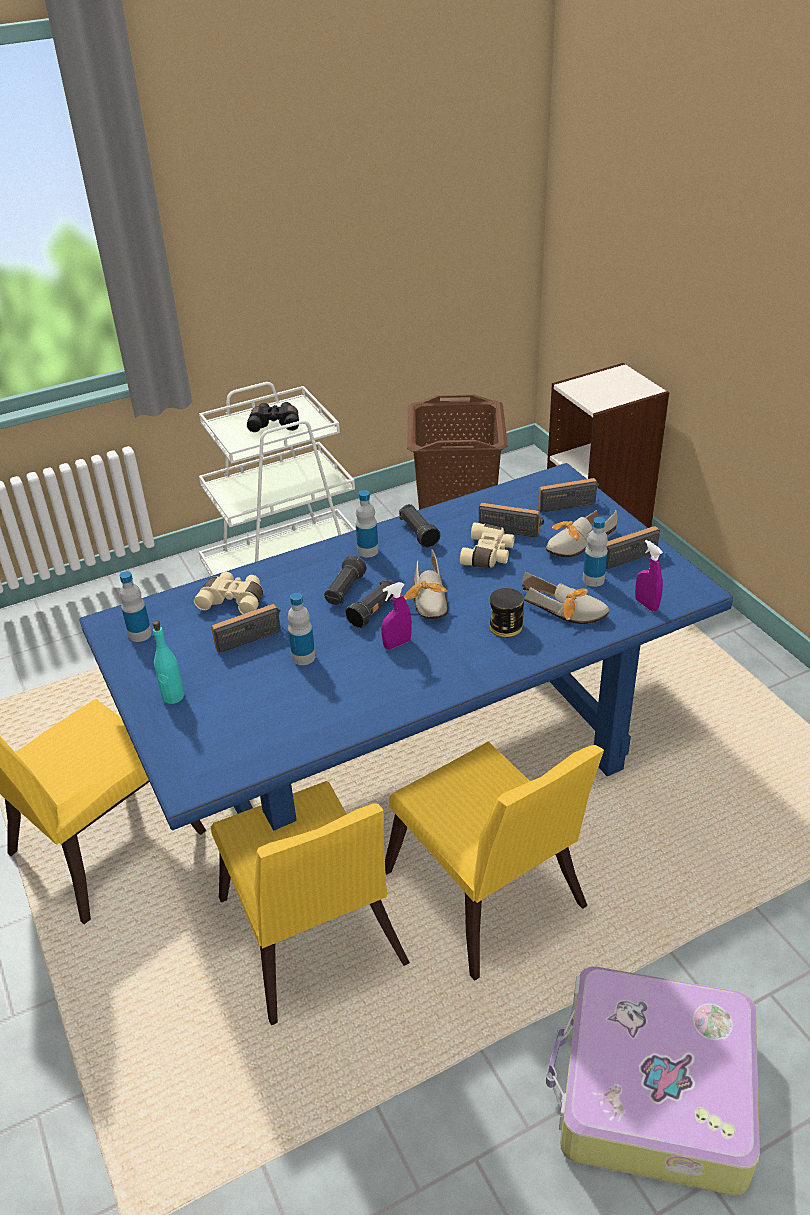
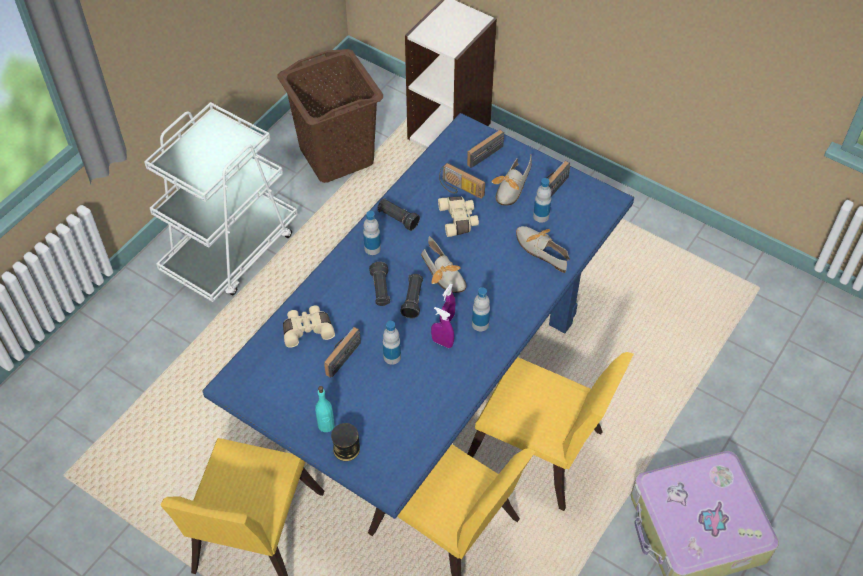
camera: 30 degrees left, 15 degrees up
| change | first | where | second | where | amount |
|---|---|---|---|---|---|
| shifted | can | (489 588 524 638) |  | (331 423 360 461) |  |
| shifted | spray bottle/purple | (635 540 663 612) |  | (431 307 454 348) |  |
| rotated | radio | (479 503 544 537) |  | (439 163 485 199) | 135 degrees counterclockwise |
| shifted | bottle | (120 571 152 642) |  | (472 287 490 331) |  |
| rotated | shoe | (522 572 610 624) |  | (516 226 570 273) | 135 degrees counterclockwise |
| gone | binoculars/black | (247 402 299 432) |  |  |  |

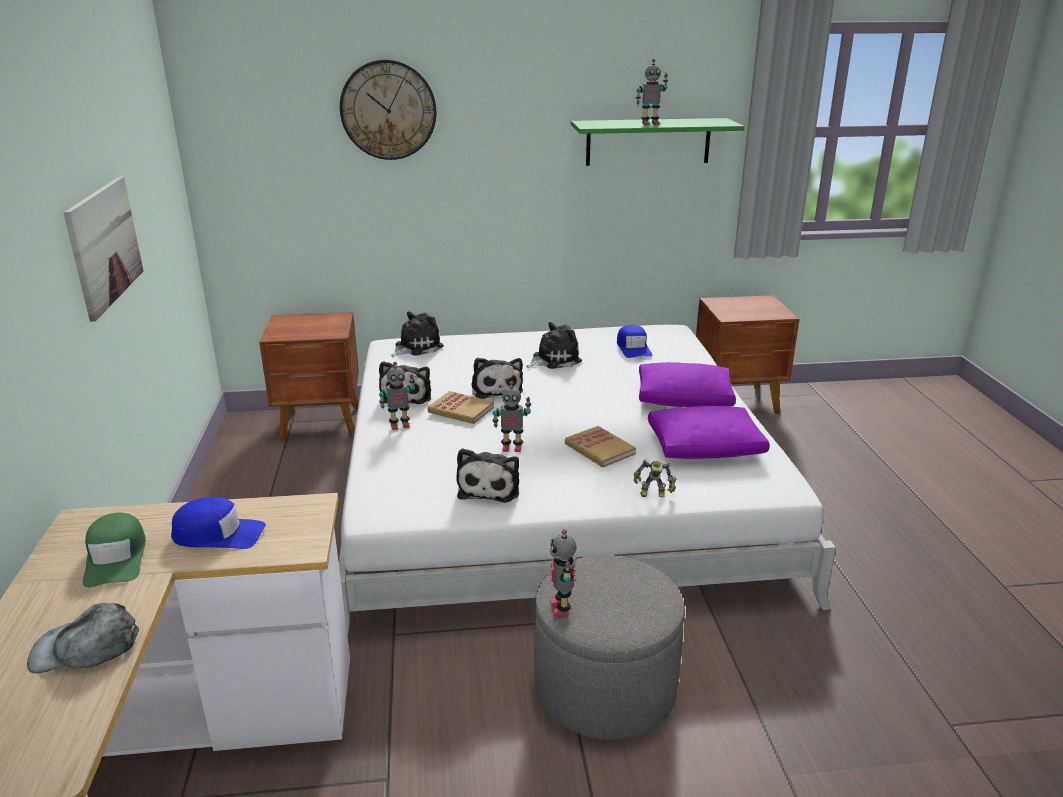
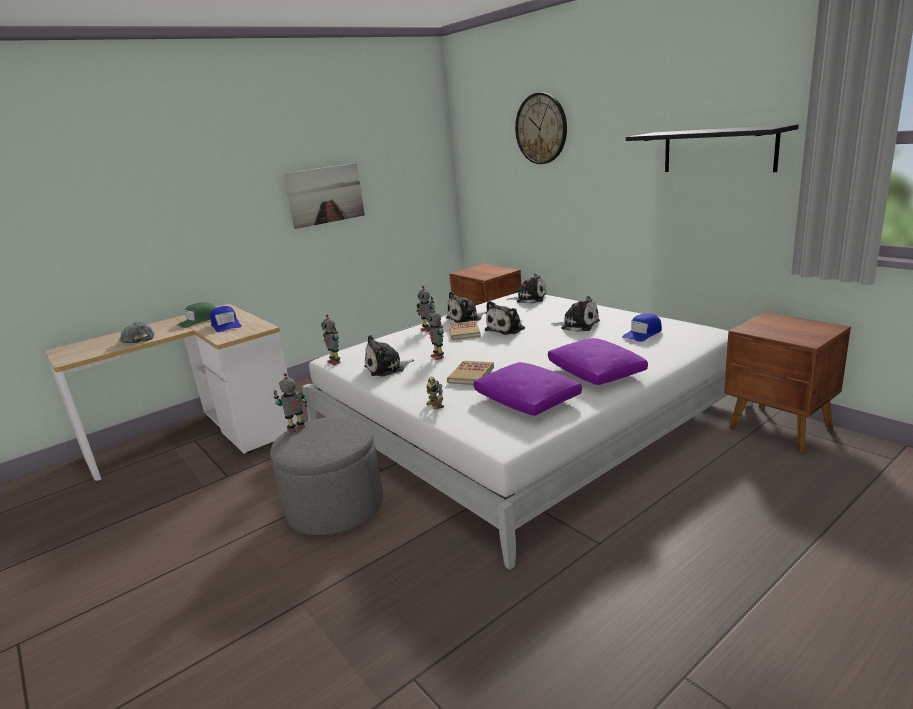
camera: 60 degrees right, 5 degrees down
| change | first | where | second | where | amount |
|---|---|---|---|---|---|
| shifted | toy robot | (636 59 668 125) |  | (321 314 340 365) |  |
| repainted | shelf/green | (571 118 745 166) | shelf/black | (626 124 799 172) |  |

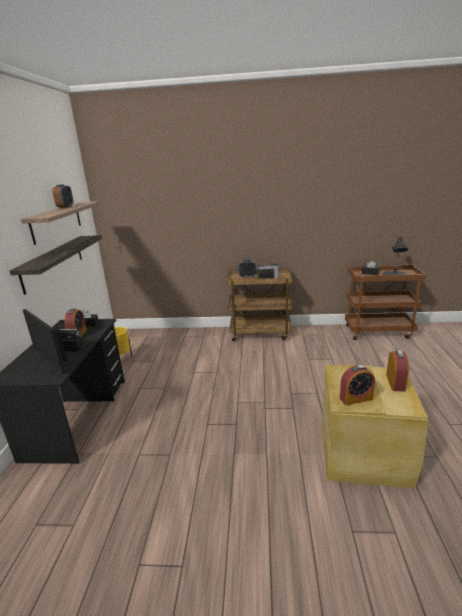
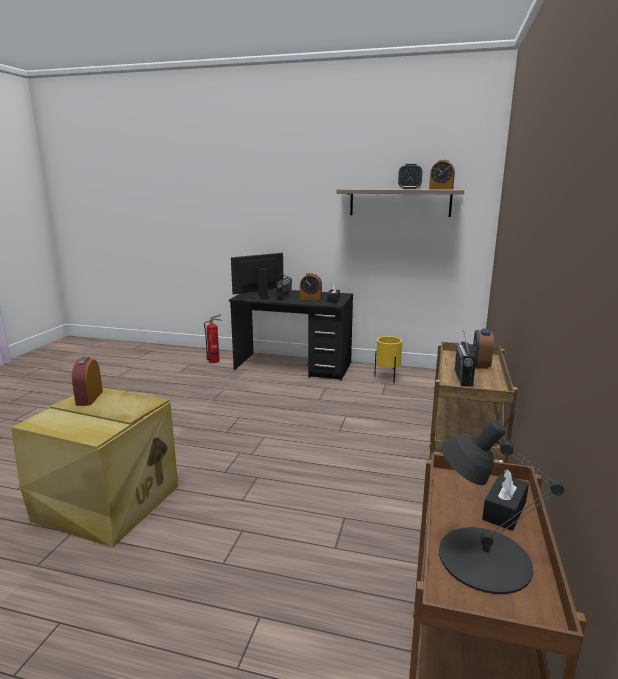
camera: 100 degrees right, 5 degrees down
| change | first | where | second | where | amount |
|---|---|---|---|---|---|
| new |  |  | fire extinguisher | (204 314 222 363) |  |
| shifted | alarm clock | (386 350 409 392) |  | (429 159 455 190) |  |
| gone | shelf | (10 235 102 295) |  |  |  |

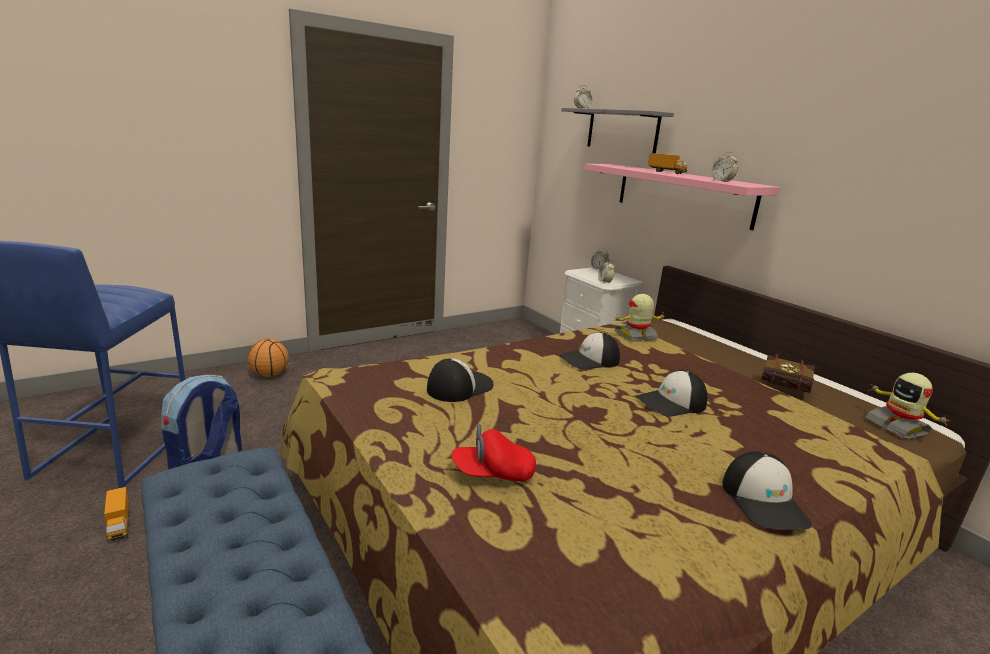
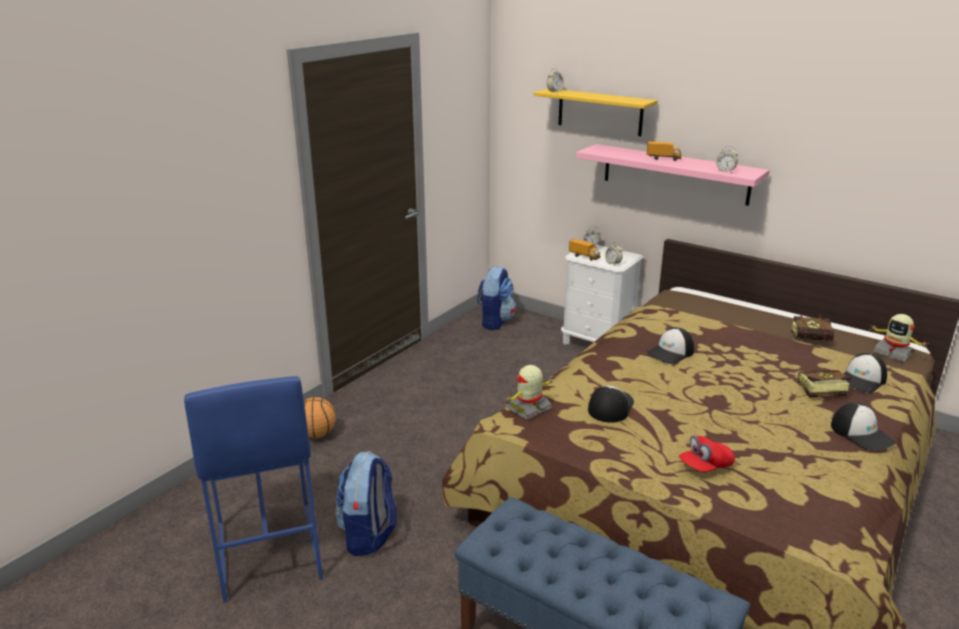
camera: 20 degrees left, 5 degrees up
| change | first | where | second | where | amount |
|---|---|---|---|---|---|
| new |  |  | backpack | (477 266 516 330) |  |
| shifted | toy robot | (614 294 667 342) |  | (504 365 555 420) |  |
| repainted | shelf/grey | (561 108 674 153) | shelf/yellow | (534 89 658 136) |  |
| shifted | toy truck | (104 487 129 542) |  | (569 239 601 261) |  |
| new |  |  | book | (795 370 851 398) |  |
| shifted | cap | (637 370 708 417) |  | (844 353 887 393) |  |

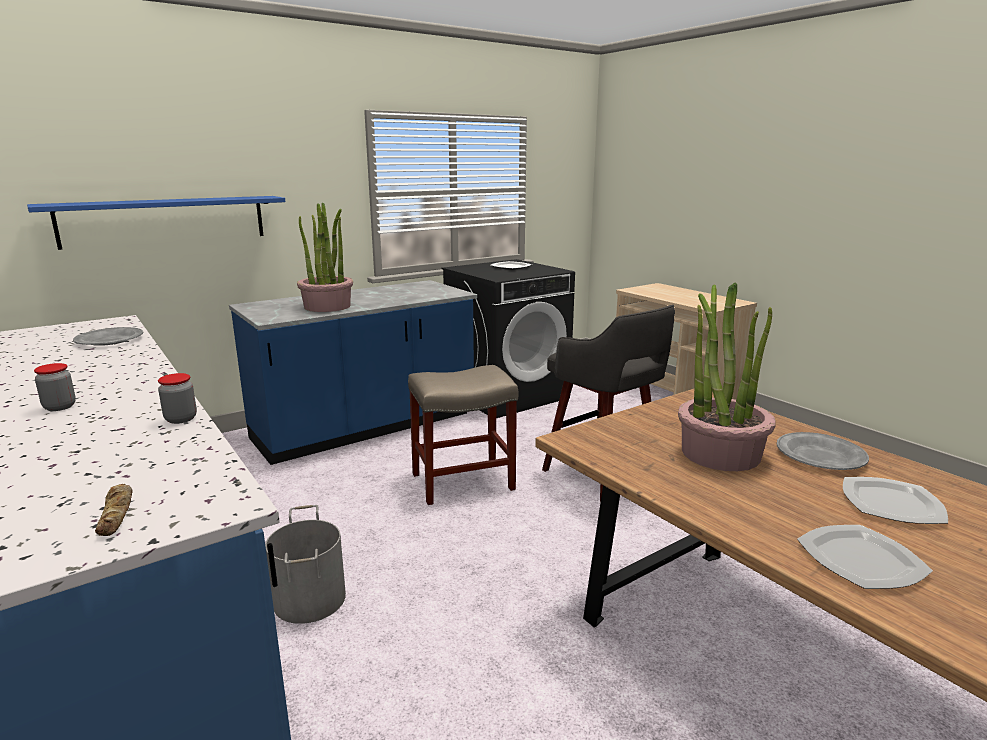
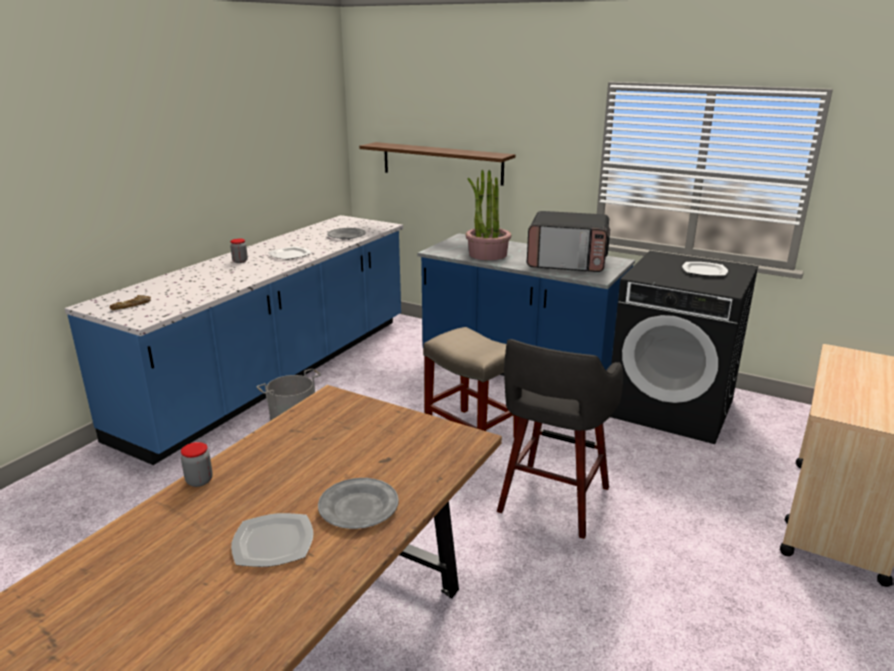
camera: 65 degrees right, 5 degrees up
| change | first | where | second | where | amount |
|---|---|---|---|---|---|
| shifted | jar | (158 373 197 424) |  | (181 442 213 487) |  |
| shifted | plate | (797 525 933 589) |  | (268 246 312 260) |  |
| repainted | shelf/blue | (27 196 285 250) | shelf/brown | (359 142 515 186) |  |
| new |  |  | microwave | (527 211 610 272) |  |
| gone | potted plant | (678 283 776 471) |  |  |  |

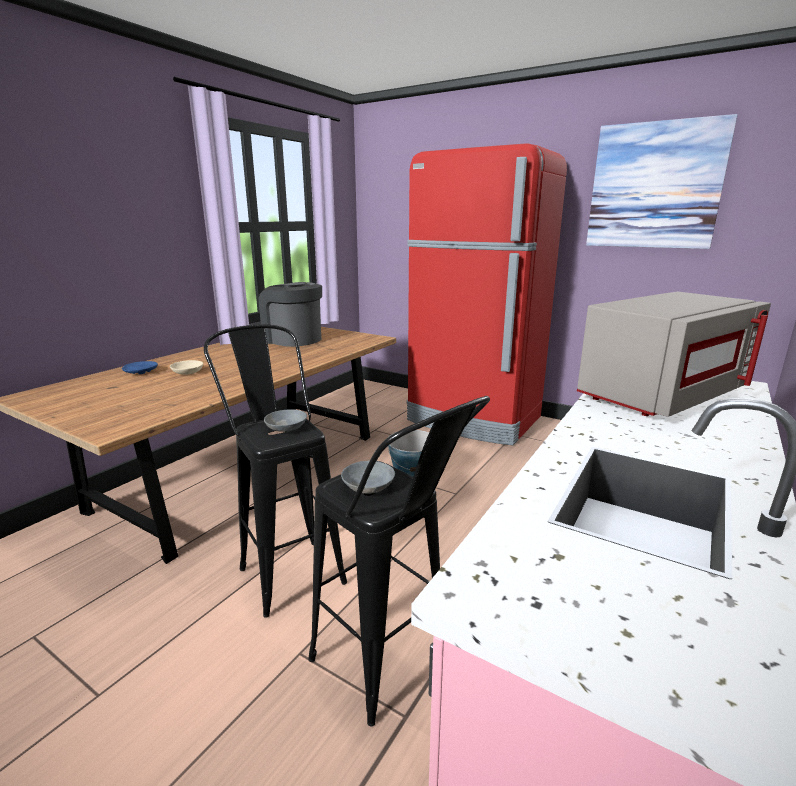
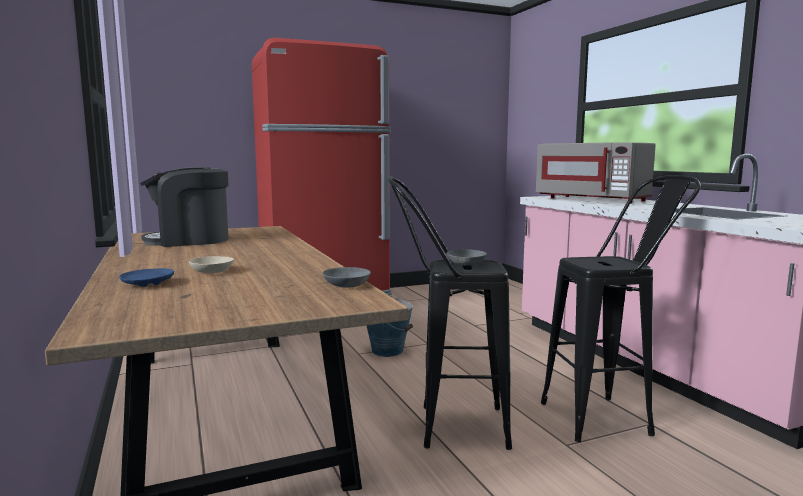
camera: 55 degrees left, 10 degrees down
| change | first | where | second | where | amount |
|---|---|---|---|---|---|
| shifted | bowl/grey | (341 461 395 494) |  | (322 267 371 288) |  |
| rotated | microwave/grey | (577 292 771 417) |  | (536 142 656 204) | 135 degrees clockwise |
| gone | picture | (586 114 738 249) |  |  |  |

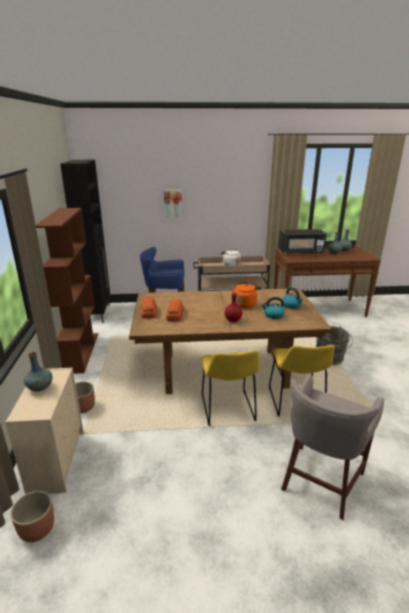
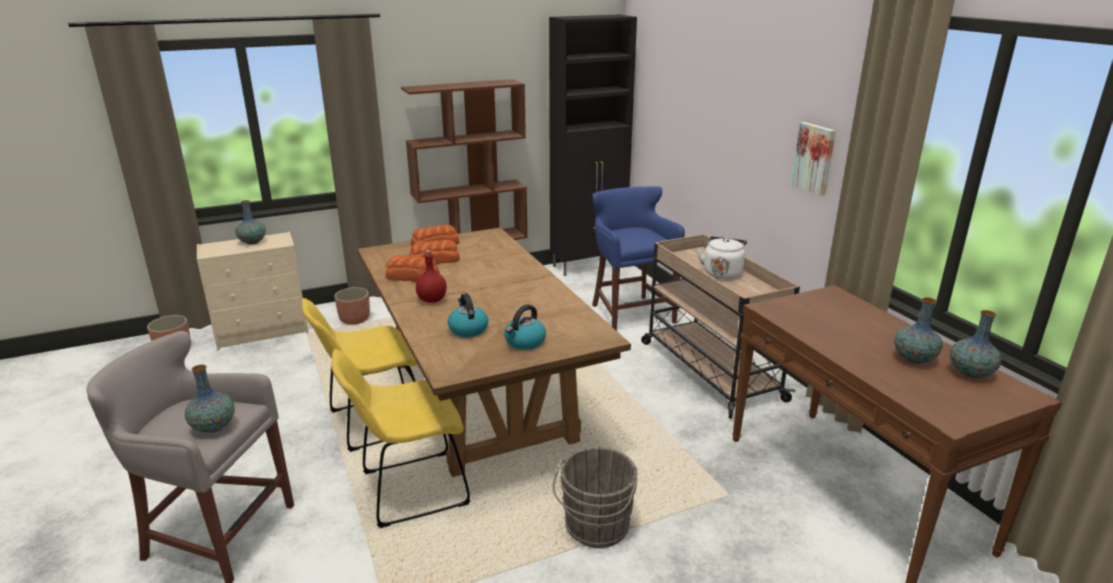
camera: 70 degrees right, 0 degrees up
| change | first | where | second | where | amount |
|---|---|---|---|---|---|
| new |  |  | vase | (185 365 235 432) |  |
| new |  |  | bread | (385 255 440 282) |  |
| shifted | picture | (164 190 182 218) |  | (791 122 836 196) |  |
| gone | kettle/orange | (232 282 262 308) |  |  |  |
| gone | microwave/black | (278 229 327 254) |  |  |  |

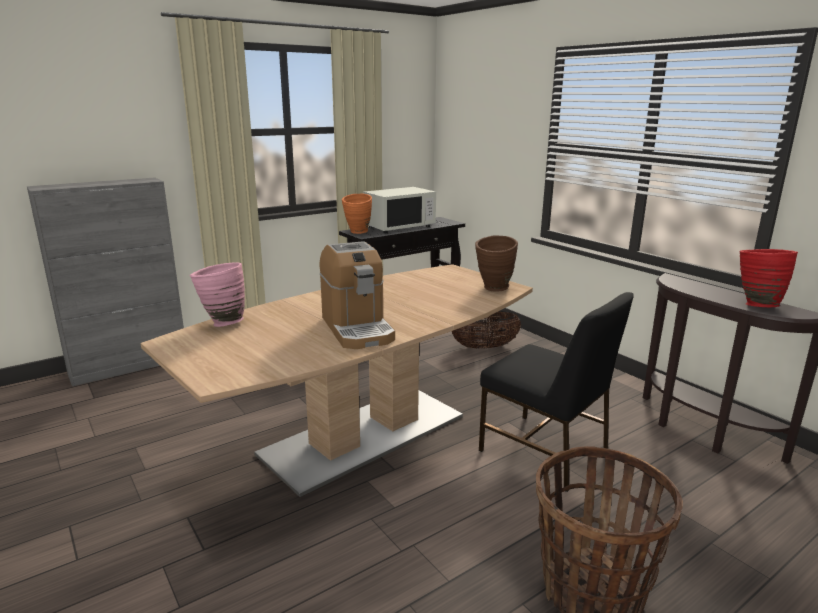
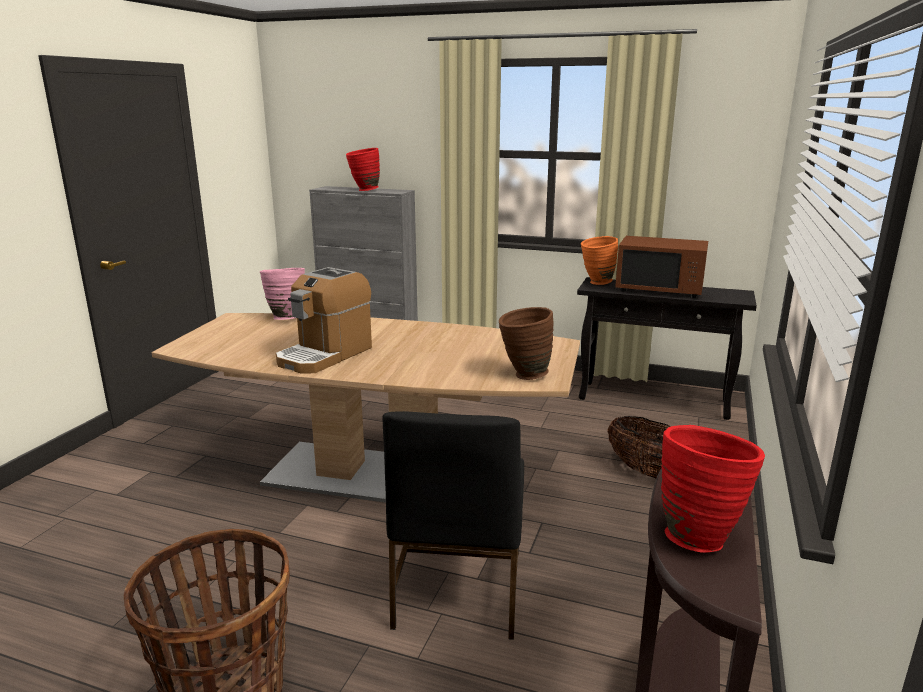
camera: 55 degrees right, 0 degrees up
| change | first | where | second | where | amount |
|---|---|---|---|---|---|
| new |  |  | vase/red | (346 148 380 191) |  |
| repainted | microwave/white | (363 187 436 233) | microwave/brown | (615 236 708 298) |  |

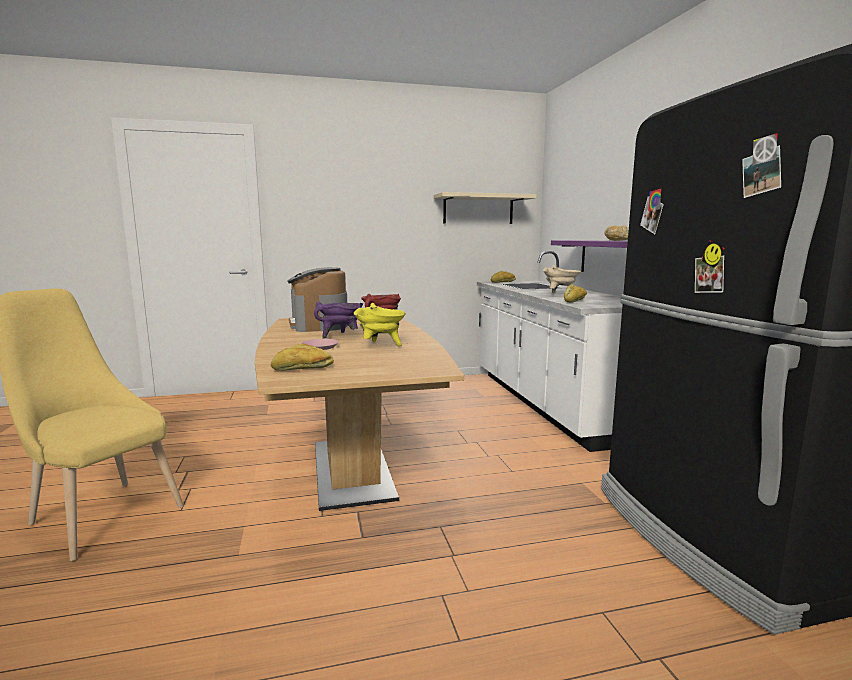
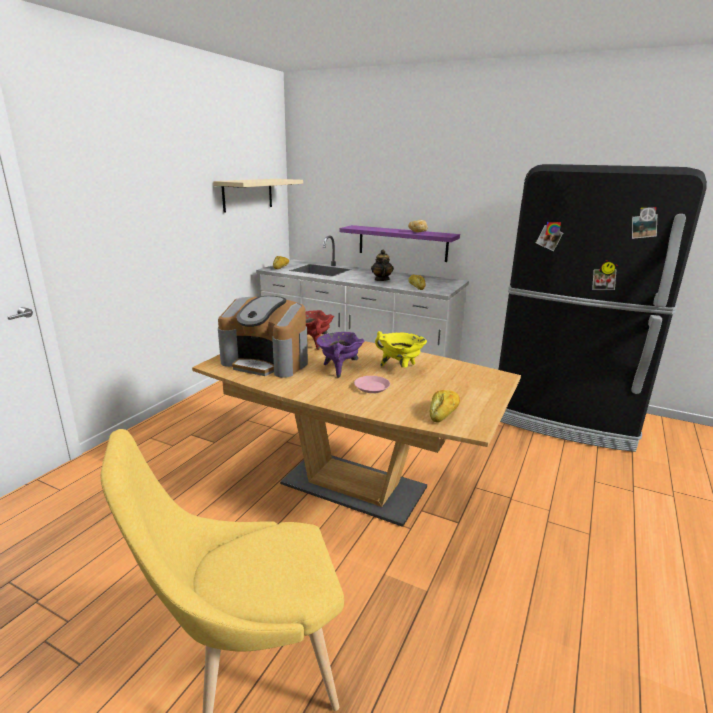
camera: 50 degrees left, 10 degrees up
| change | first | where | second | where | amount |
|---|---|---|---|---|---|
| swapped | cooking pot/beige | (543 265 581 293) | teapot | (371 249 394 281) |  |

